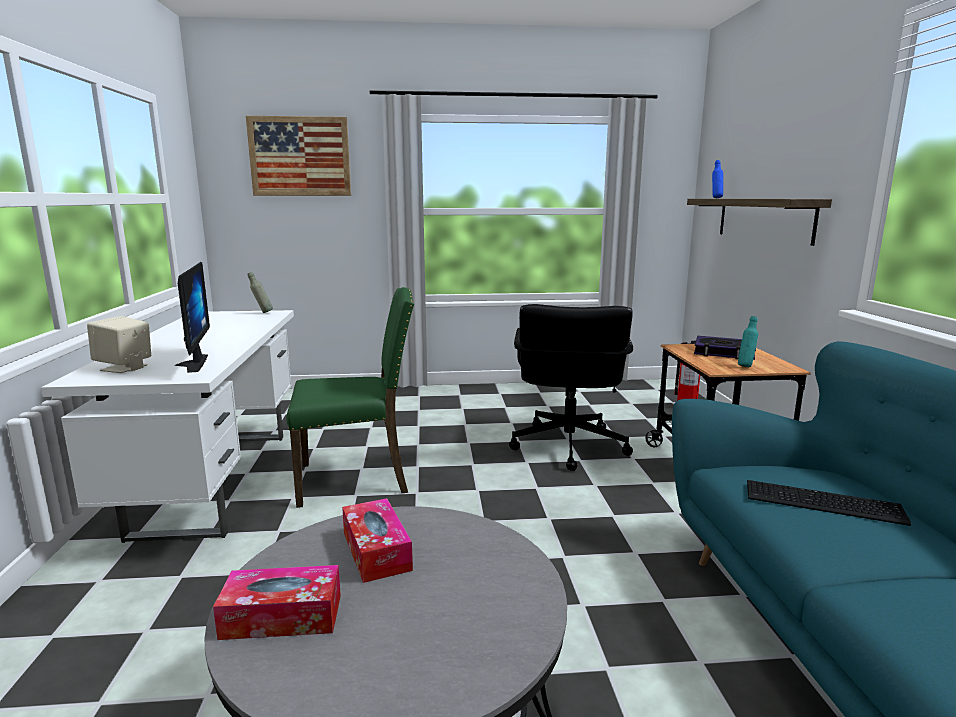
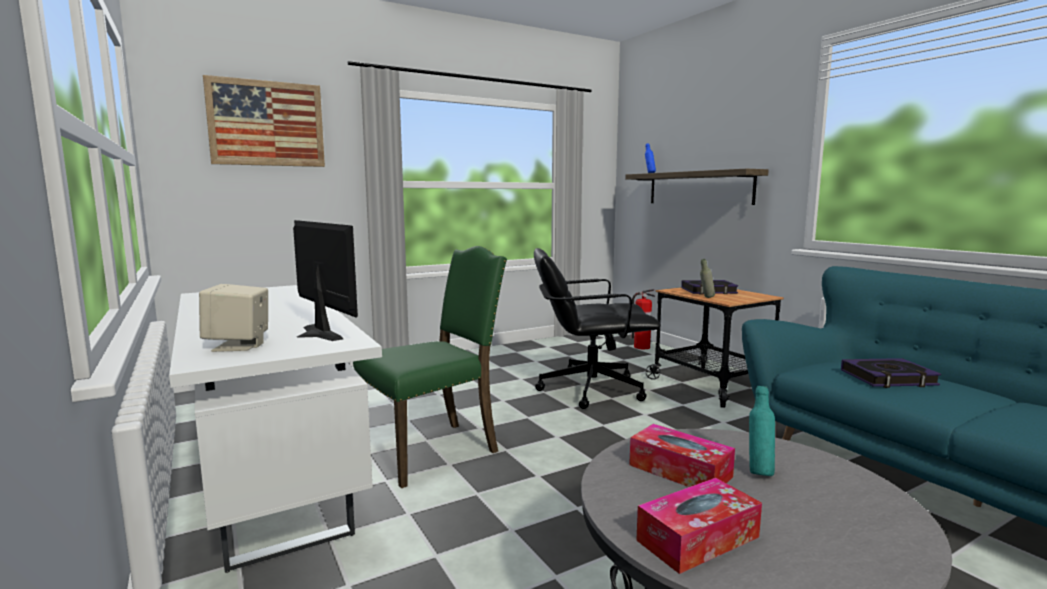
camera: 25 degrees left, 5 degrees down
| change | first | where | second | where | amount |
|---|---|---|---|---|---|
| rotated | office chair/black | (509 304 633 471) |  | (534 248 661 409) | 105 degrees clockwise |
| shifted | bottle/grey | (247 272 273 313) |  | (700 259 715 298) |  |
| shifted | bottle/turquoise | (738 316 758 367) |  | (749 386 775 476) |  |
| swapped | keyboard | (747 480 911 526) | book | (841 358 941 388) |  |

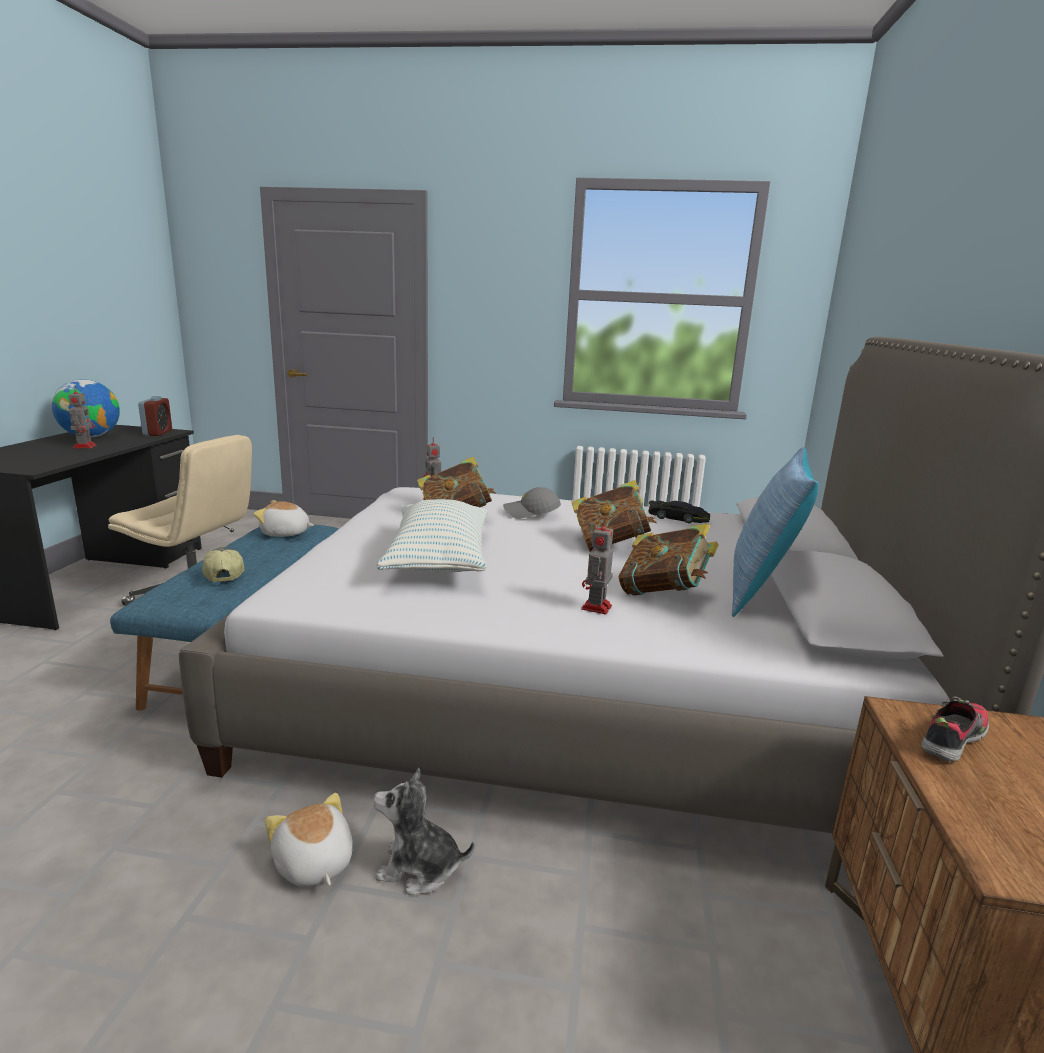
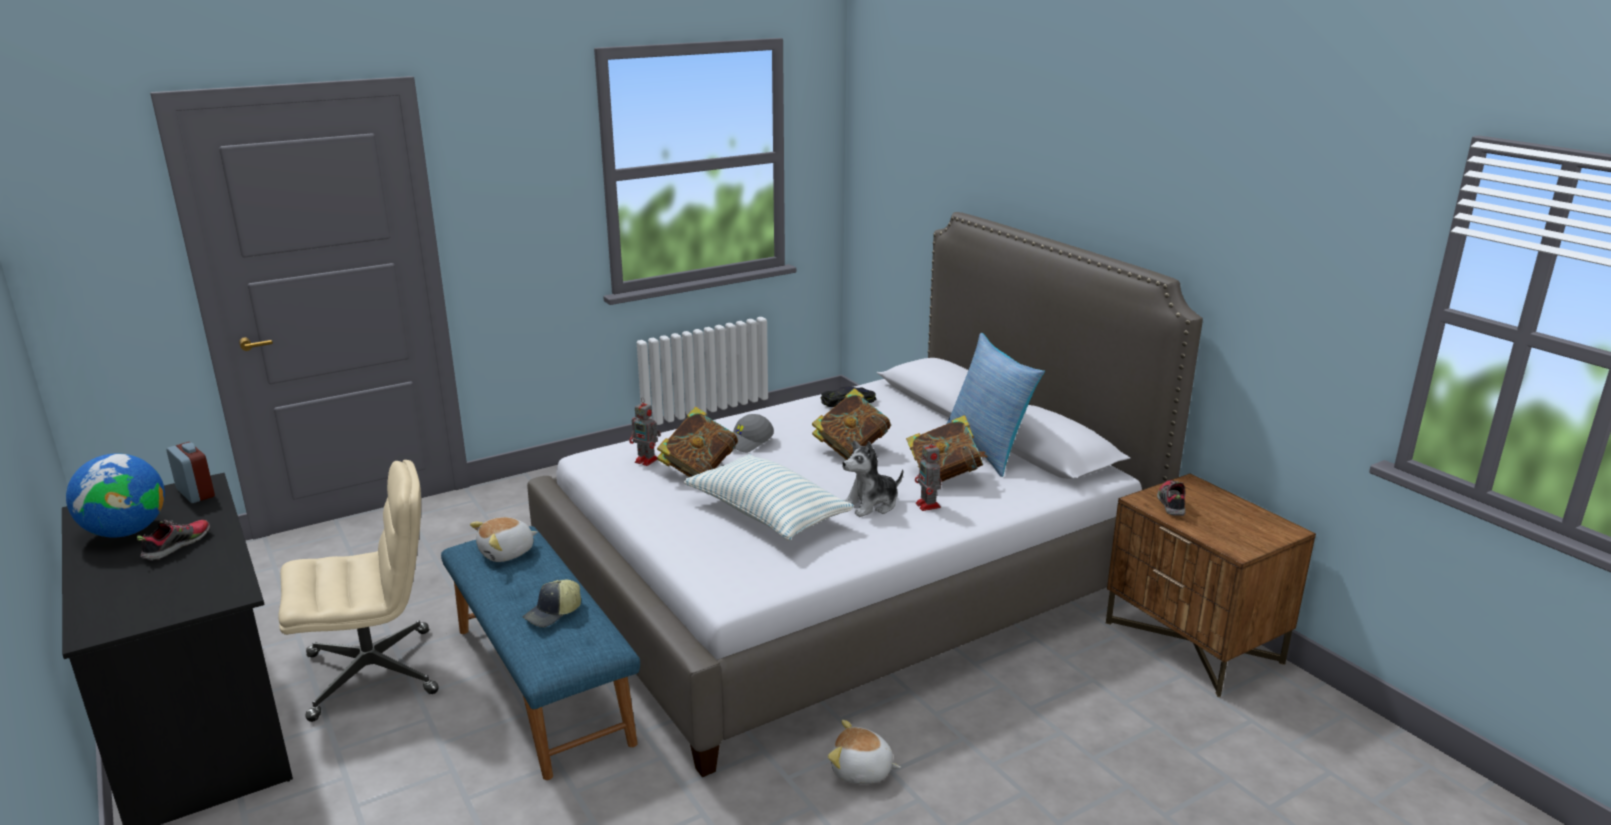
camera: 40 degrees left, 5 degrees up
| change | first | where | second | where | amount |
|---|---|---|---|---|---|
| swapped | toy robot | (68 386 97 448) | shoe | (137 520 210 561) |  |
| rotated | cap | (202 547 244 582) |  | (523 580 581 627) | 75 degrees counterclockwise |
| shifted | plush toy | (373 768 475 895) |  | (842 440 903 517) |  |

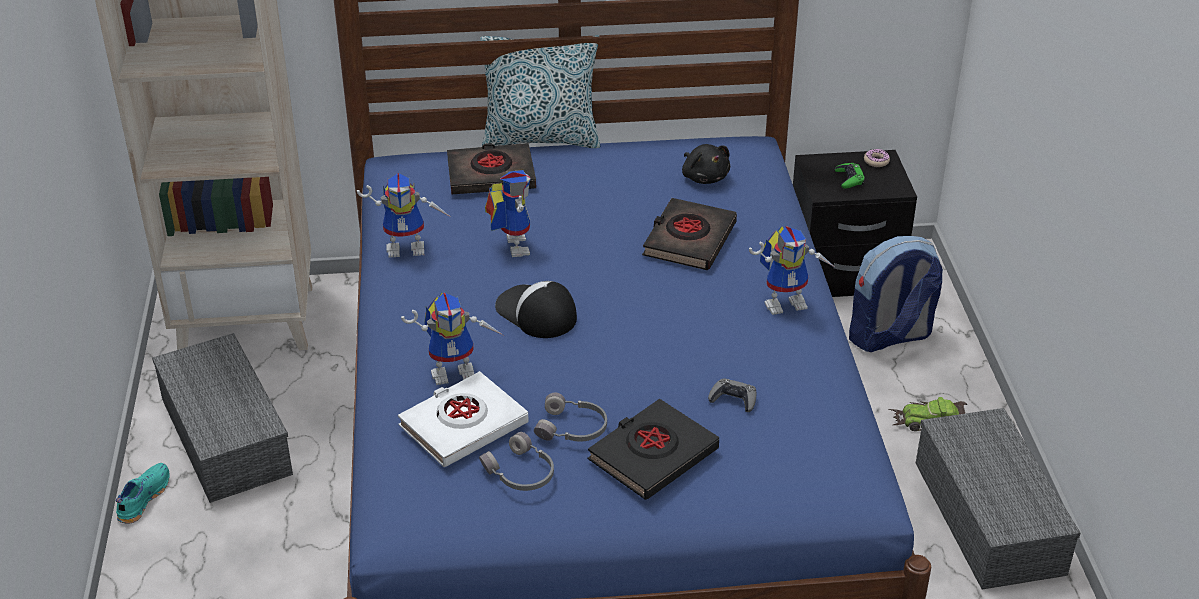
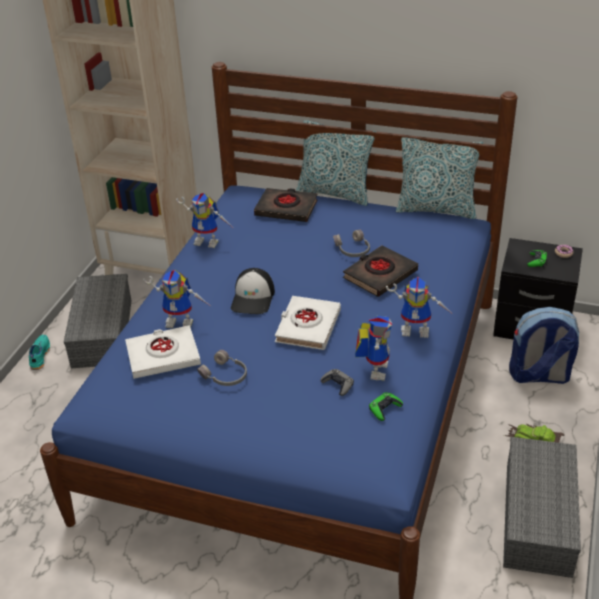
camera: 25 degrees right, 0 degrees up
| change | first | where | second | where | amount |
|---|---|---|---|---|---|
| rotated | shoe/turquoise | (116 463 170 524) |  | (29 335 50 370) | 45 degrees counterclockwise |
| rotated | cap | (495 281 577 338) |  | (231 268 275 314) | 150 degrees counterclockwise |
| new |  |  | book/white | (275 296 341 350) |  |
| shifted | headphones/grey | (479 432 554 491) |  | (333 230 370 257) |  |
| shifted | toy robot | (485 170 531 257) |  | (355 316 392 381) |  |
| new |  |  | game controller/green | (369 392 403 421) |  |
| new |  |  | pillow | (396 137 484 219) |  |
| gone | book/black | (588 399 719 500) |  |  |  |
| gone | plush toy/black | (682 144 730 184) |  |  |  |

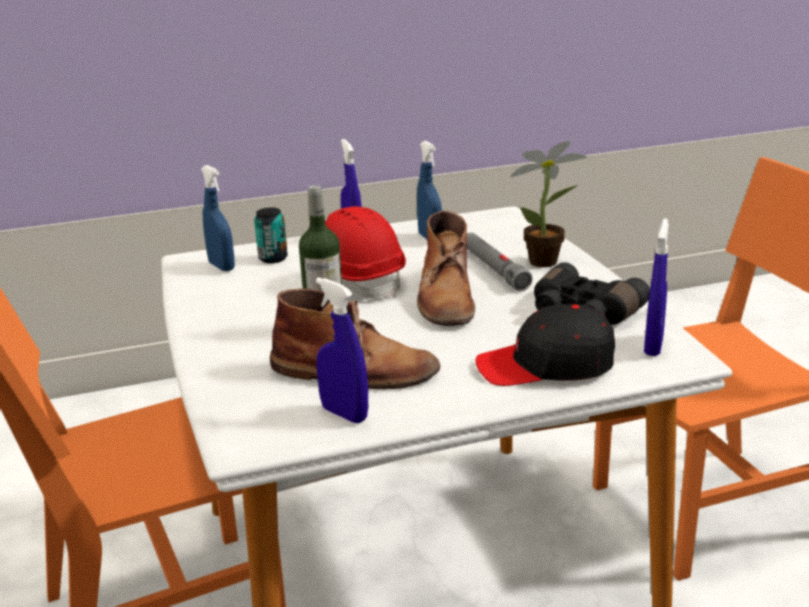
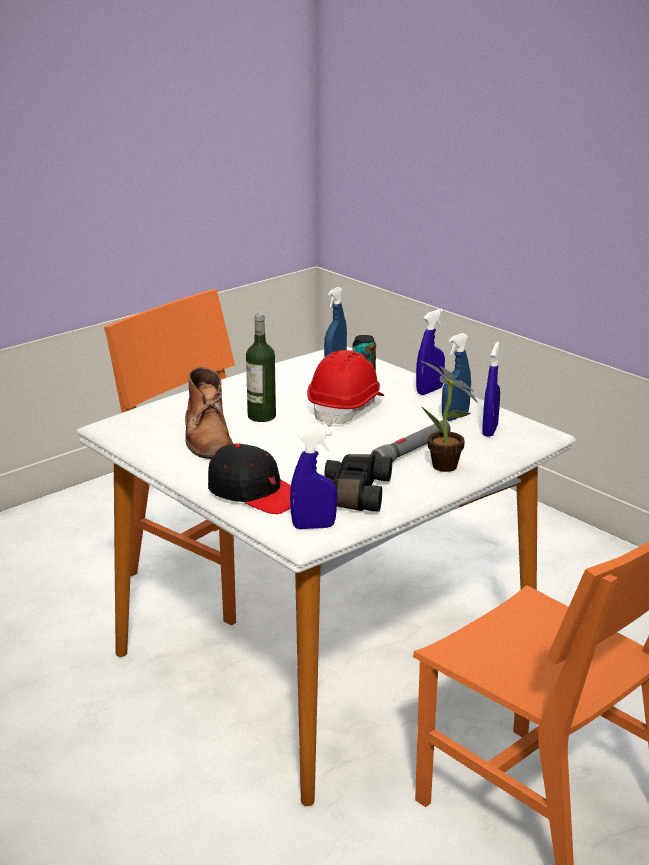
camera: 65 degrees right, 0 degrees up
| change | first | where | second | where | amount |
|---|---|---|---|---|---|
| rotated | cap/black | (475 304 615 386) |  | (208 444 291 514) | 150 degrees clockwise |
| shifted | spray bottle/blue | (316 277 368 423) |  | (482 342 500 437) |  |
| gone | boot/brown | (417 211 475 326) |  |  |  |

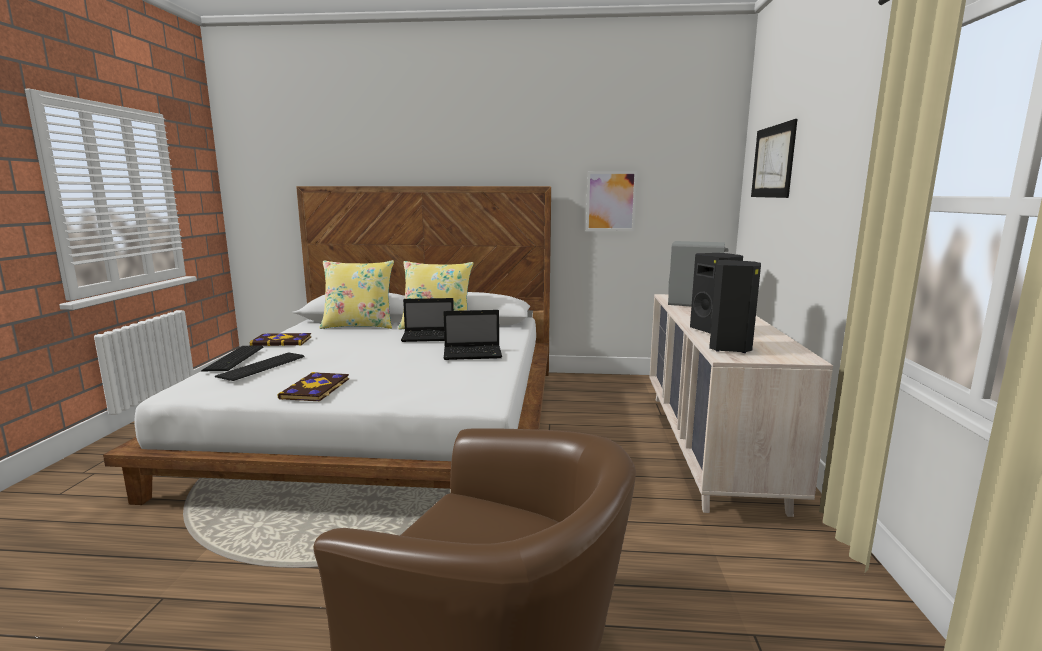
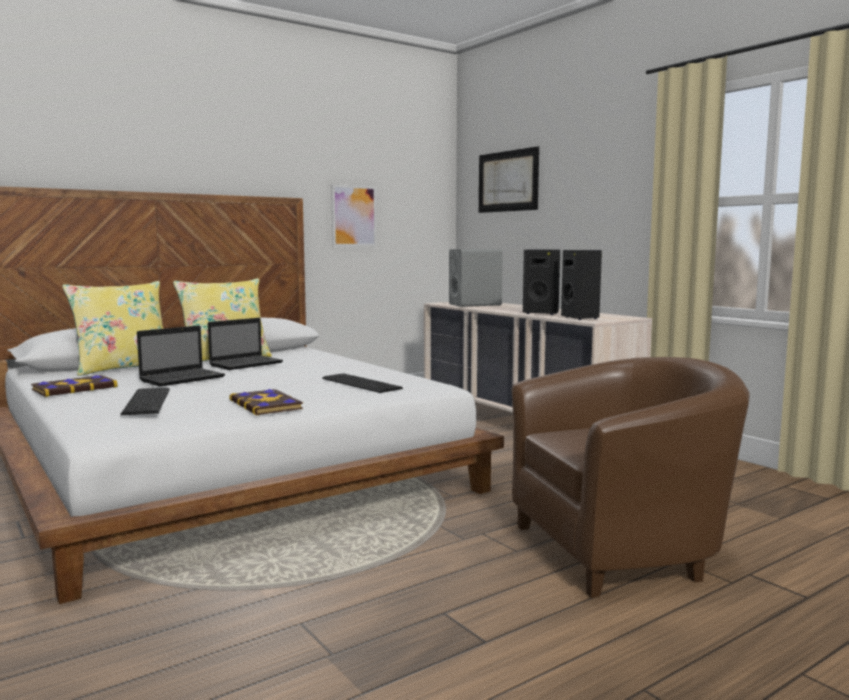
camera: 40 degrees left, 5 degrees down
| change | first | where | second | where | amount |
|---|---|---|---|---|---|
| shifted | laptop | (444 310 502 360) |  | (137 325 225 387) |  |
| shifted | keyboard | (201 346 263 371) |  | (322 373 403 393) |  |

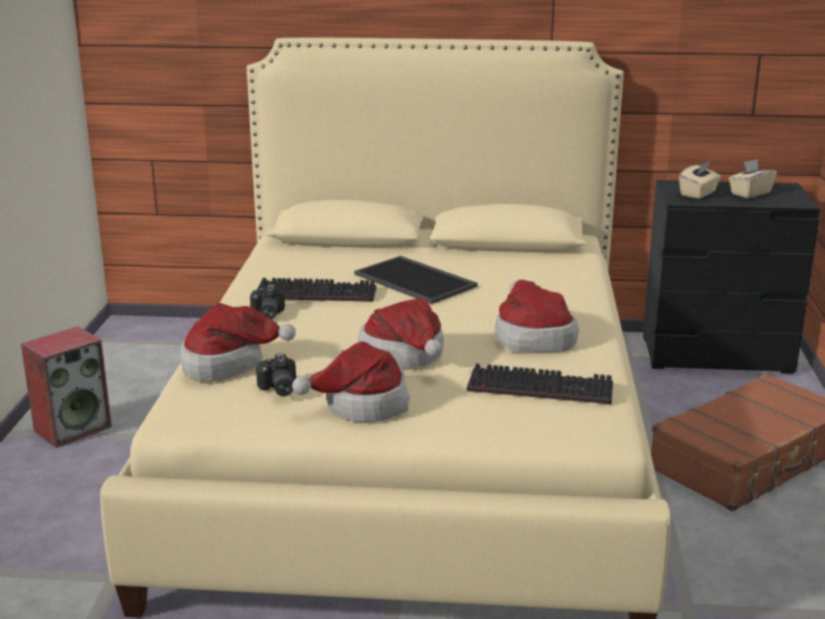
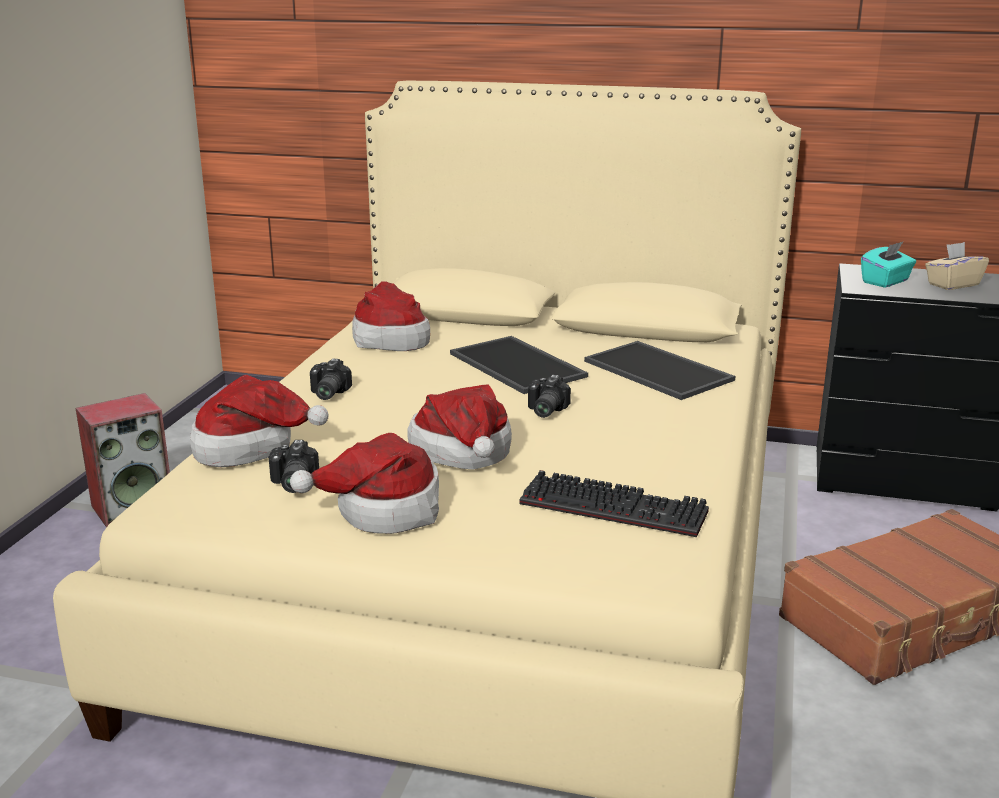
camera: 10 degrees right, 0 degrees up
| change | first | where | second | where | amount |
|---|---|---|---|---|---|
| shifted | hat | (495 280 579 352) |  | (352 281 430 351) |  |
| new |  |  | photo camera | (528 375 571 418) |  |
| new |  |  | tray | (584 341 735 400) |  |
| repainted | tissue box/beige | (679 161 721 199) | tissue box/turquoise | (861 242 916 288) |  |
| gone | keyboard | (257 278 376 302) |  |  |  |

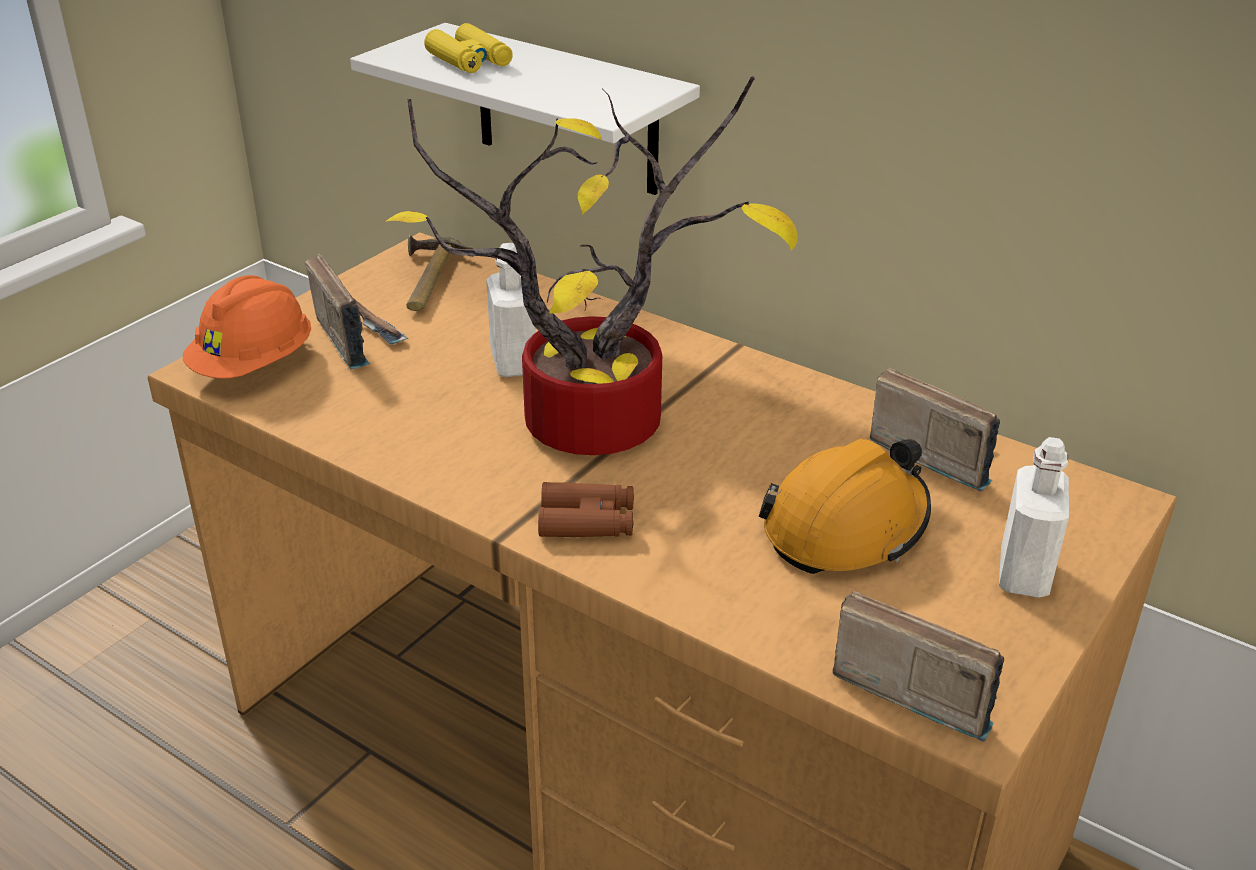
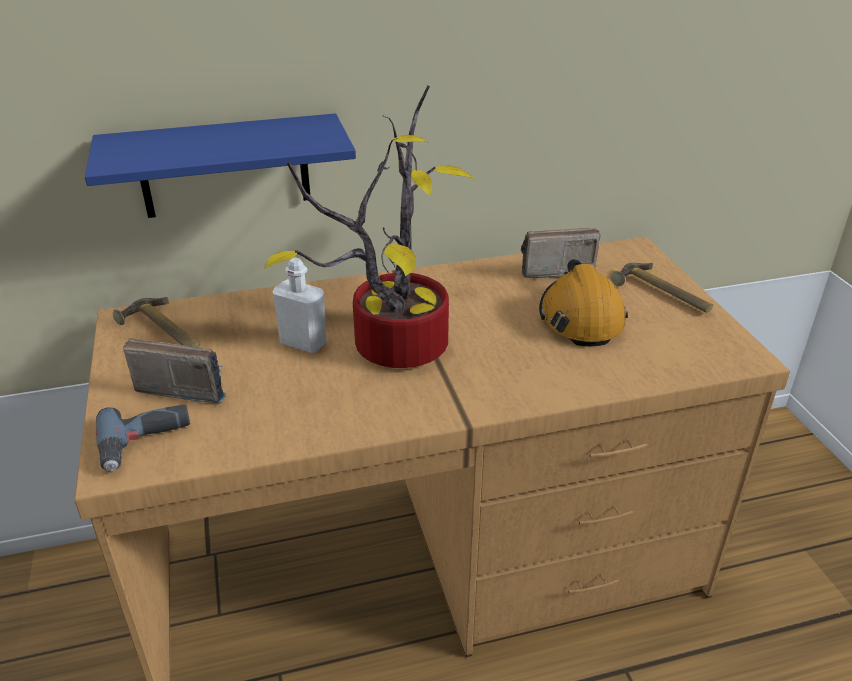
camera: 50 degrees left, 0 degrees up
| change | first | where | second | where | amount |
|---|---|---|---|---|---|
| repainted | shelf/white | (350 23 700 195) | shelf/blue | (85 114 356 218) |  |
| swapped | hard hat/orange | (183 275 311 379) | power drill | (96 405 190 471) |  |
| swapped | bottle/white | (999 437 1069 598) | hammer | (611 262 713 313) |  |
| gone | binoculars/yellow | (424 23 513 73) |  |  |  |
| gone | binoculars/brown | (538 482 634 537) |  |  |  |
| gone | radio | (832 591 1004 742) |  |  |  |

